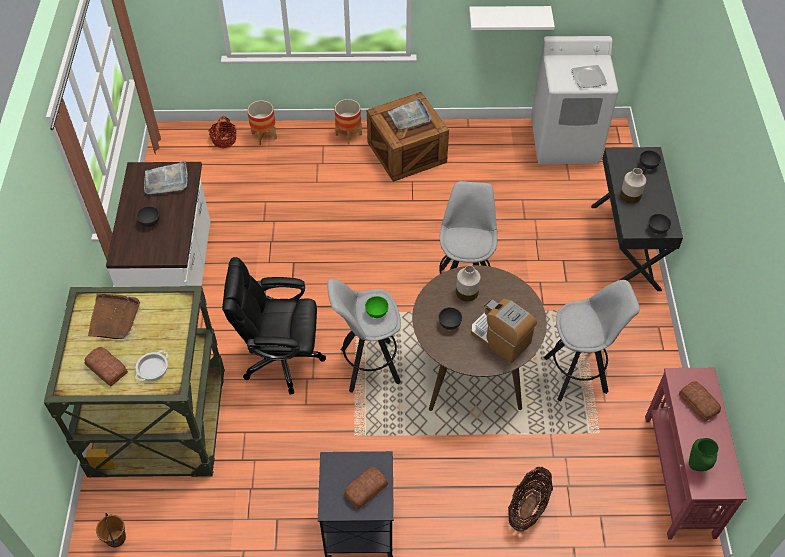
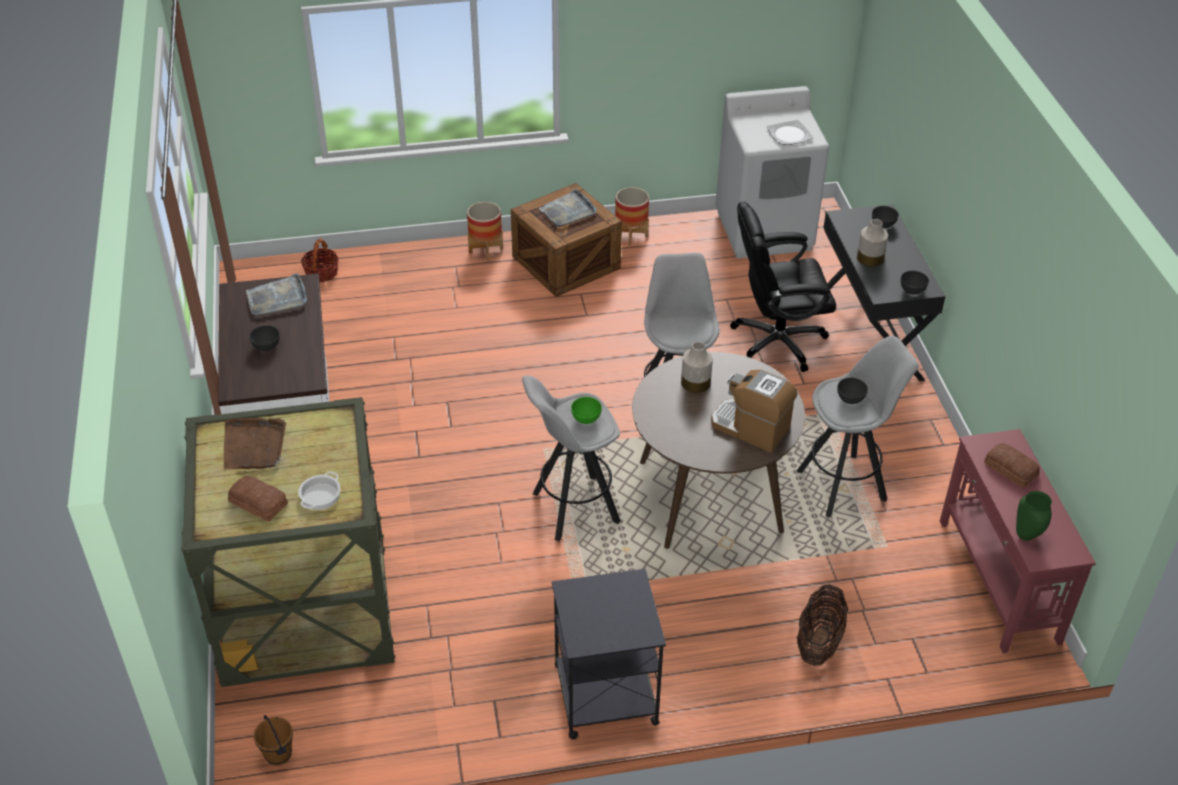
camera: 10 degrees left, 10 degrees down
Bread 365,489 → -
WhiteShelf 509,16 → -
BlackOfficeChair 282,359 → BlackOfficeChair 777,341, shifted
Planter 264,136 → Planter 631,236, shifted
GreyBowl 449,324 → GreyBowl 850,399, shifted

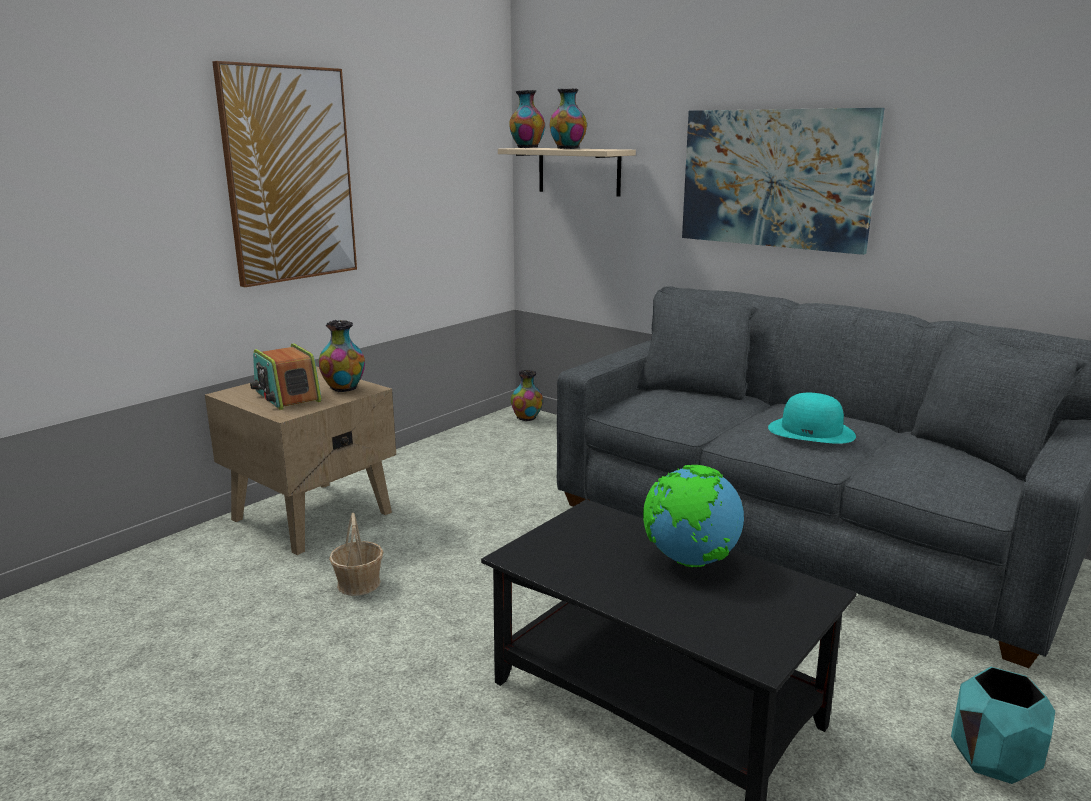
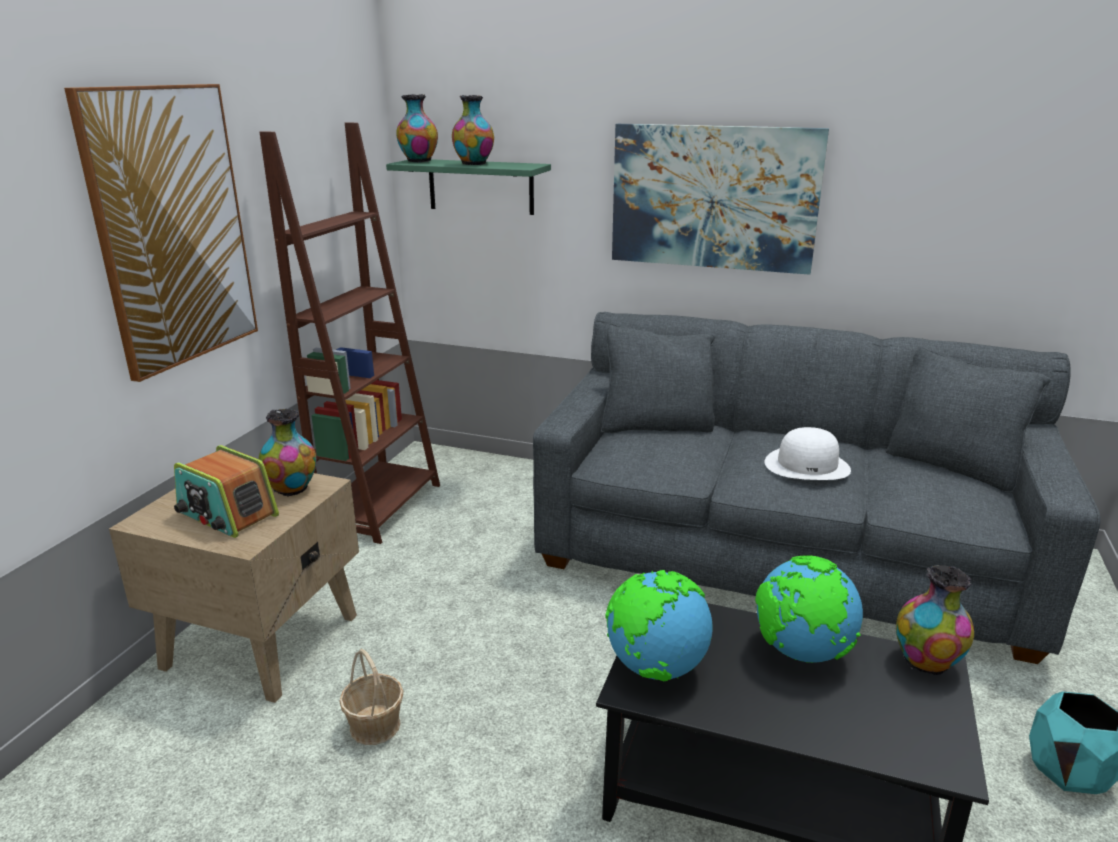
camera: 20 degrees left, 5 degrees up
- → BrownBookcase 380,506
- → Globe 655,668
Vase 527,418 → Vase 927,663, shifted
BeigeShelf 579,171 → GreenShelf 480,186
TurquoiseHat 811,431 → WhiteHat 807,465

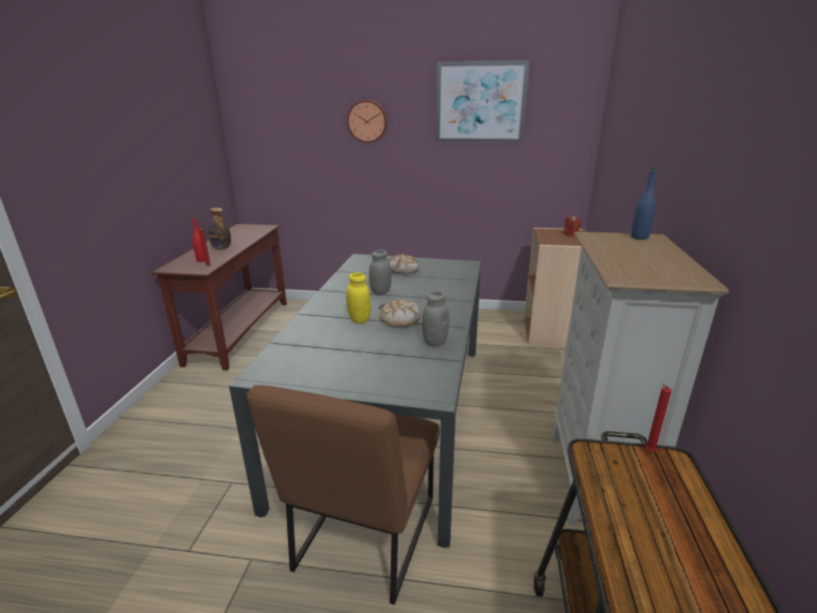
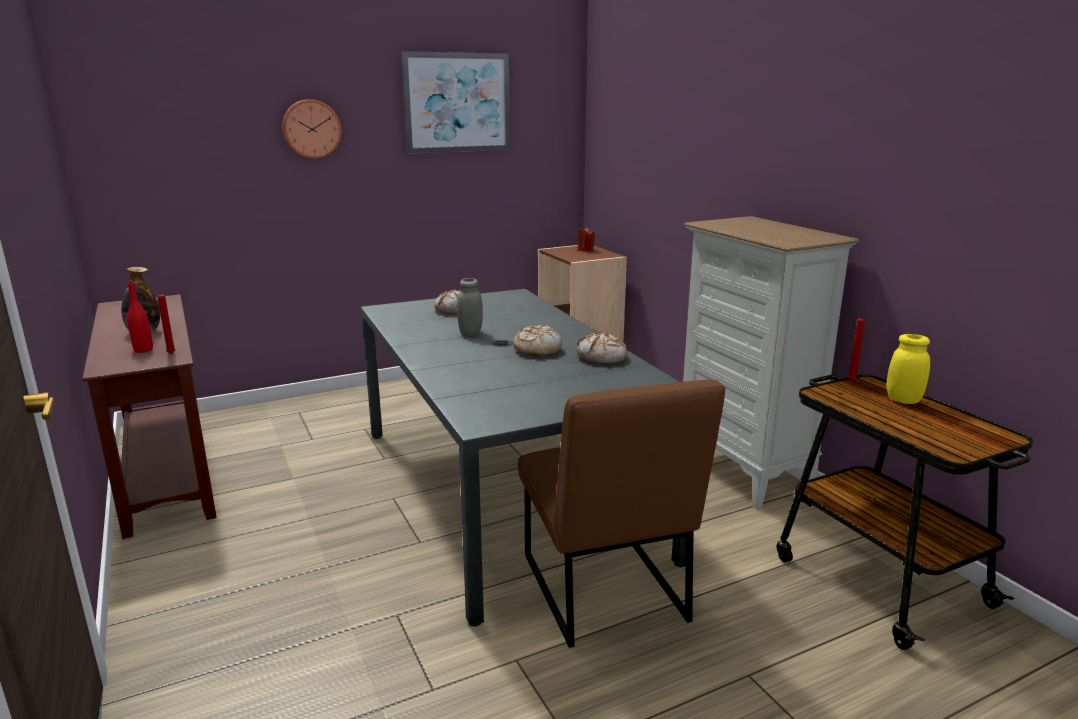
camera: 35 degrees left, 5 degrees down
BlueBottle 639,237 → -
YellowJar 359,320 → YellowJar 903,400, shifted
GreyJar 435,342 → Bread 602,357

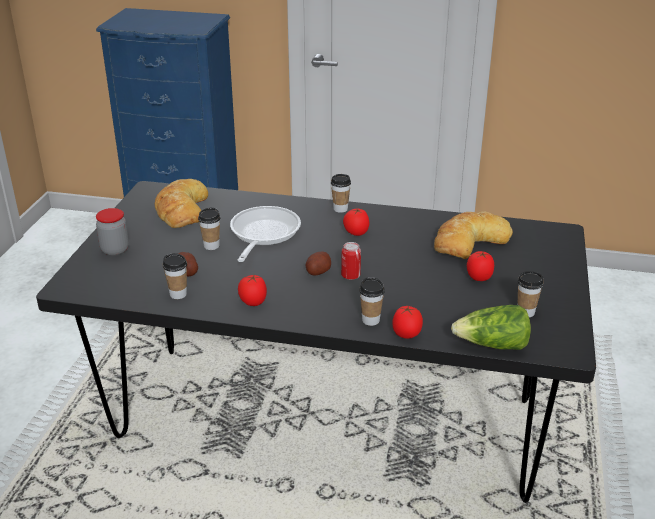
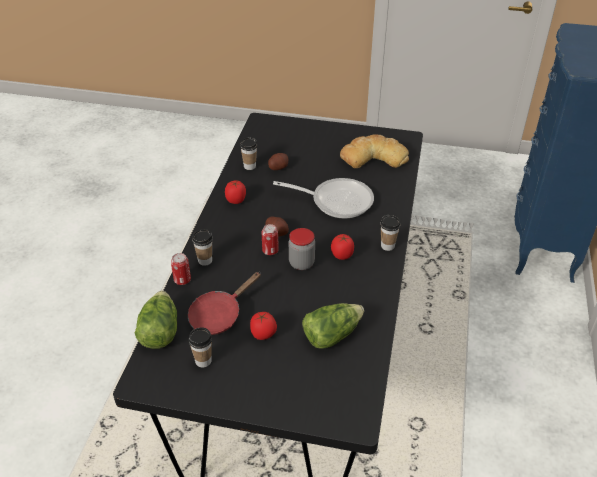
camera: 90 degrees right, 10 degrees up
Cup 211,246 → -
- → RedFryingPan 219,315
Jar 115,250 → Jar 301,263, shifted
Tomato 406,335 → Can 182,280
Bread 469,241 → Lettuce 331,334

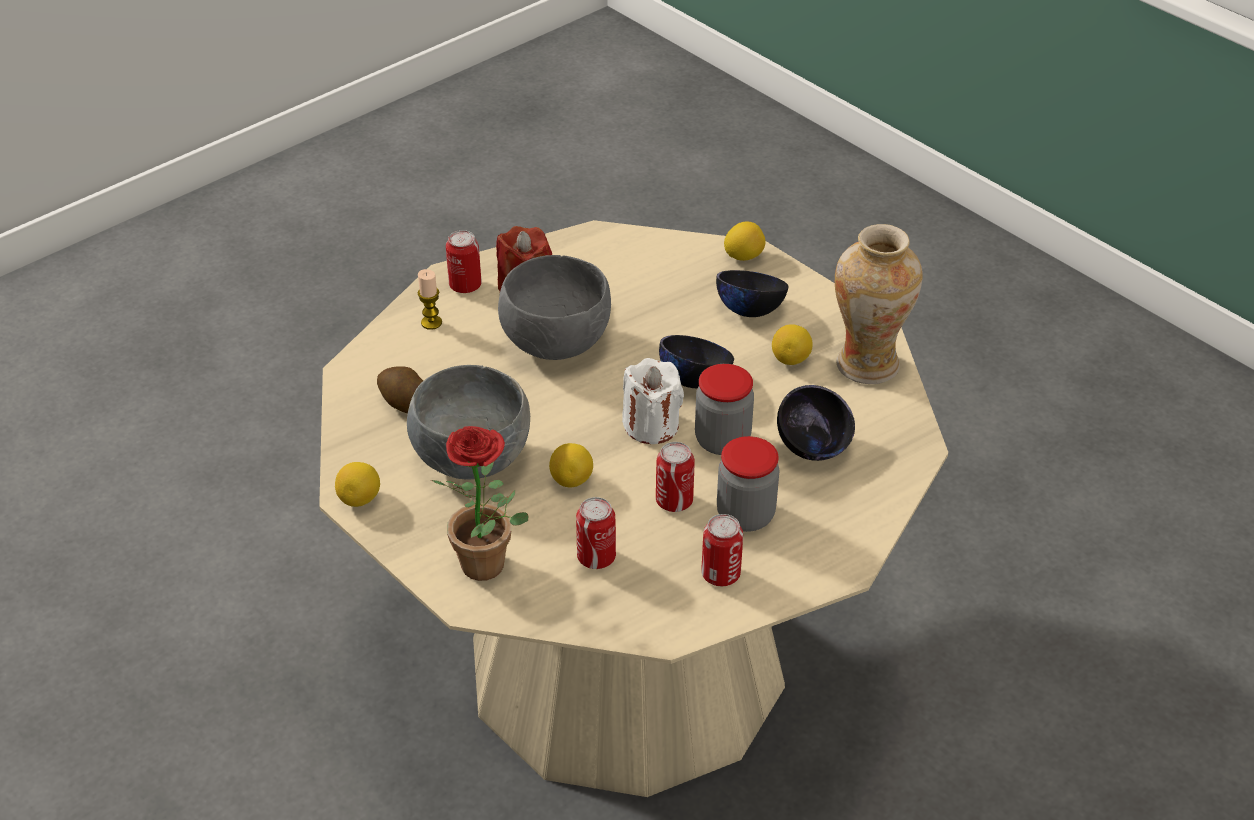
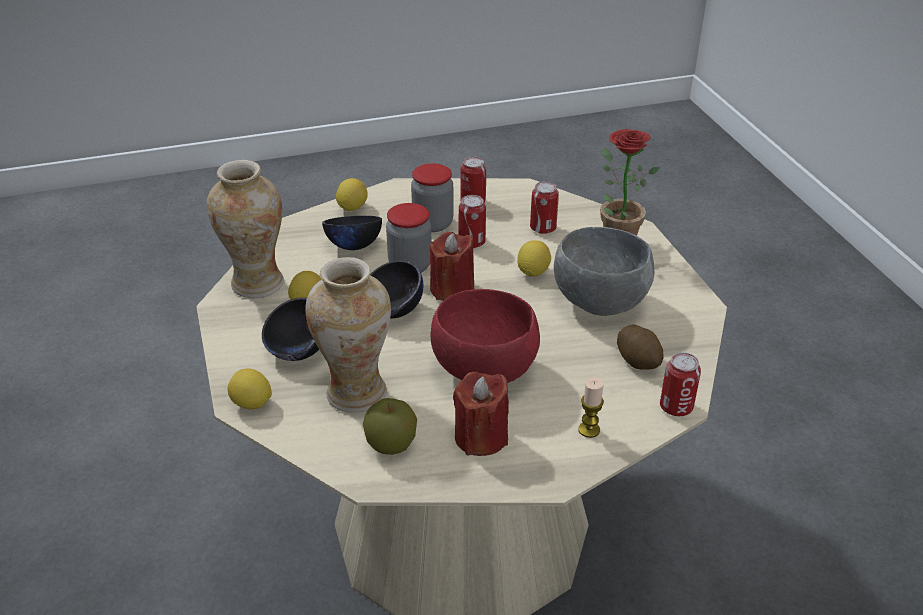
camera: 155 degrees left, 5 degrees down
- → Vase 356,392
- → Apple 391,445
Lemon 360,499 → Lemon 352,207, shifted
Can 465,285 → Can 676,407, shifted
GreyBowl 555,344 → RedBowl 485,373
WhiteCandle 651,425 → RedCandle 452,289

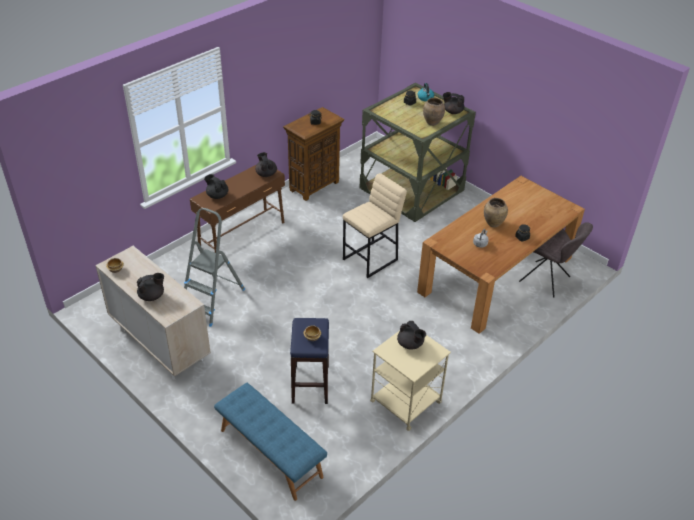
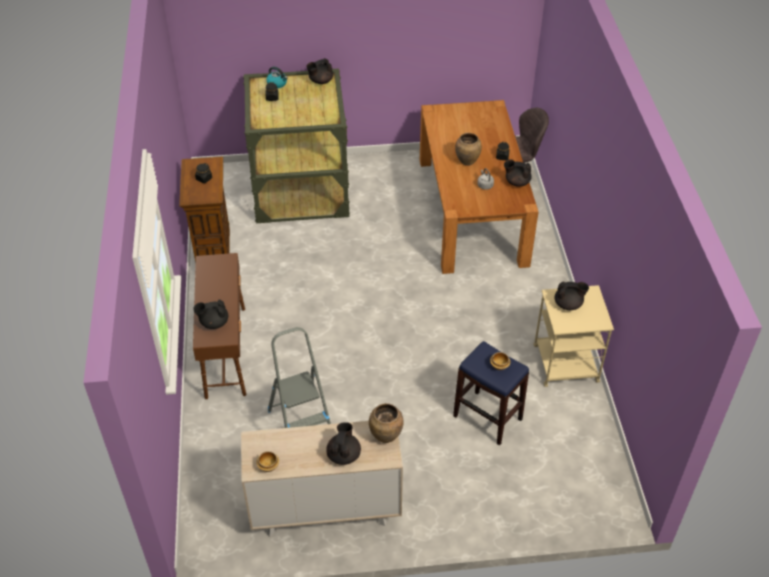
camera: 50 degrees left, 5 degrees up
BlueBench 270,453 → -
BeigeStool 371,259 → -
BlackTeapot 266,174 → BlackTeapot 517,182, shifted
BrownVase 432,122 → BrownVase 385,436, shifted

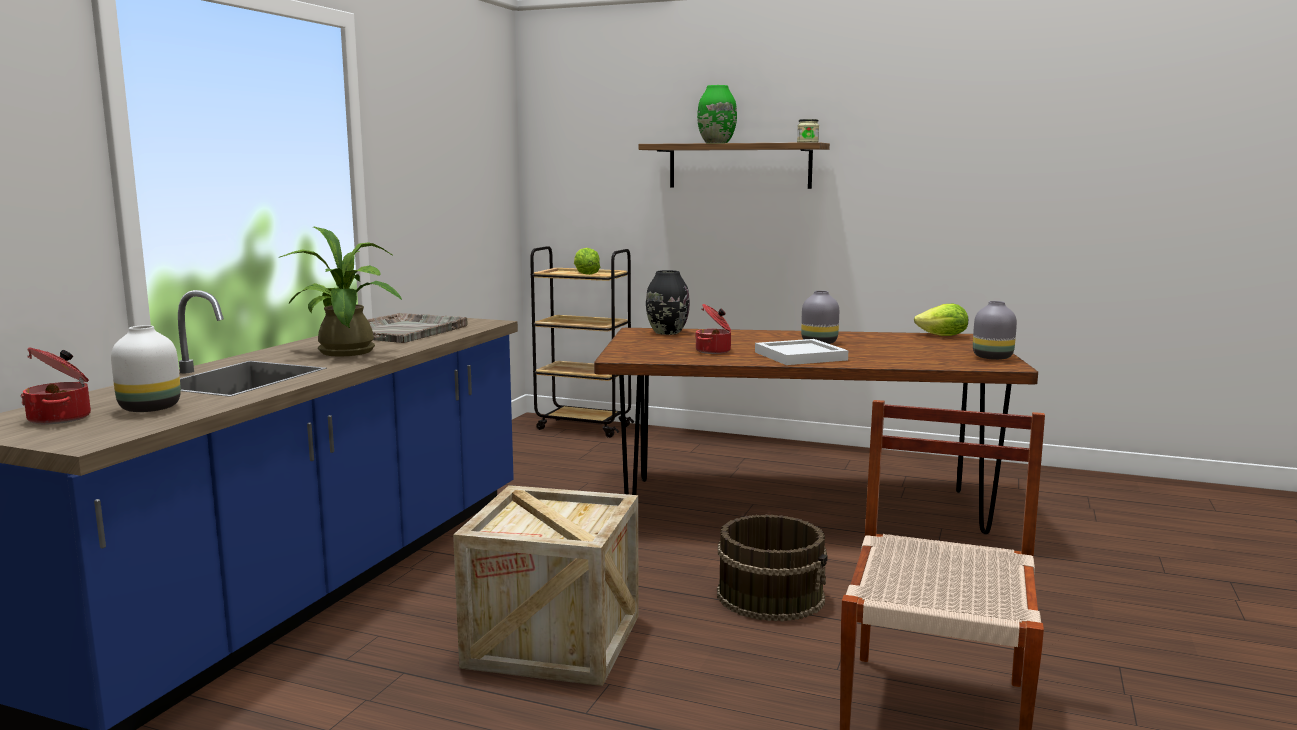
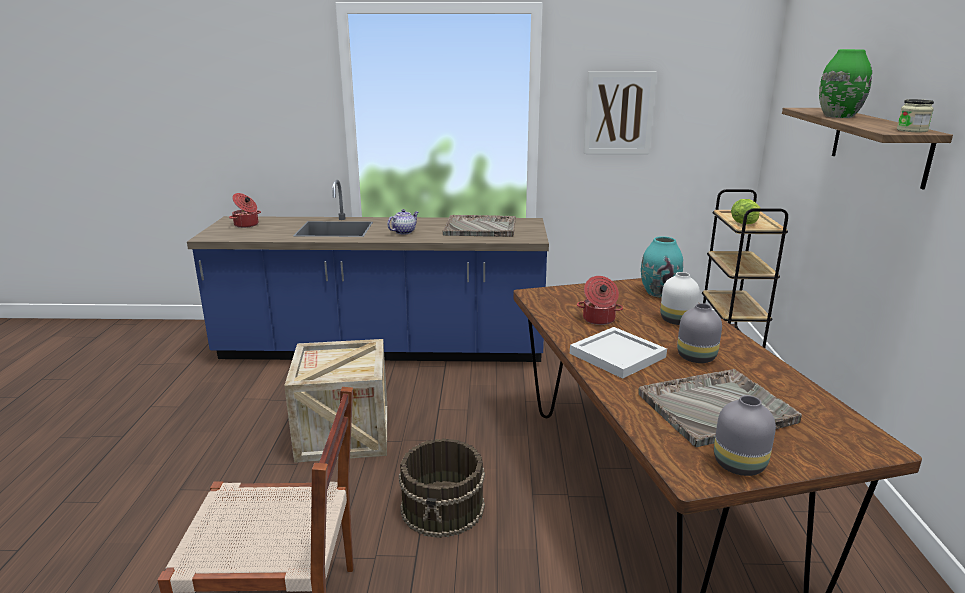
camera: 70 degrees right, 10 degrees up
Lettuce 943,336 → -
- → Picture 618,113
- → GreyTray 717,408
WhiteVase 152,408 → WhiteVase 678,321, shifted
PottedPlant 348,353 → Teapot 403,232
BlackVase 667,332 → TurquoiseVase 659,293

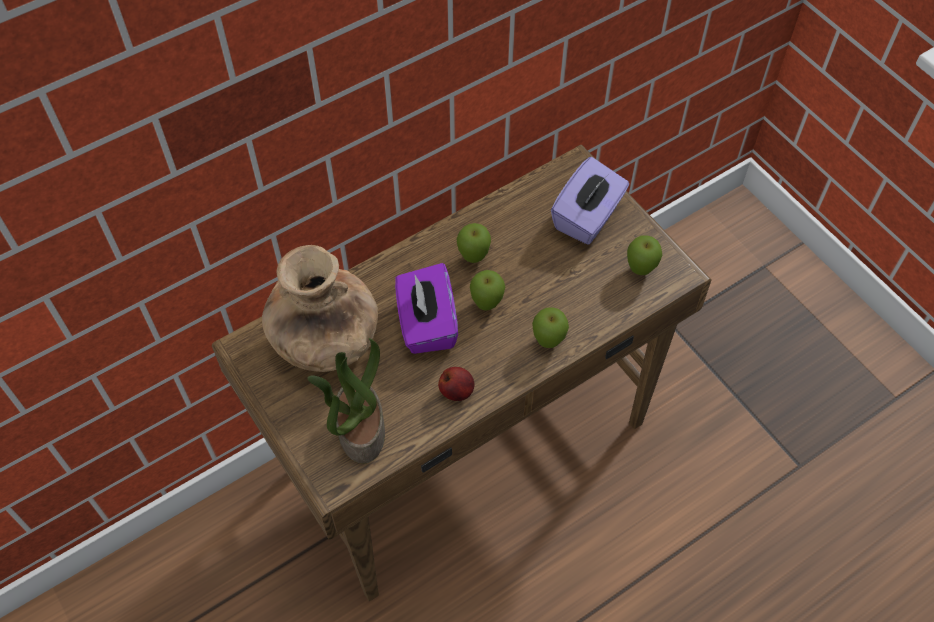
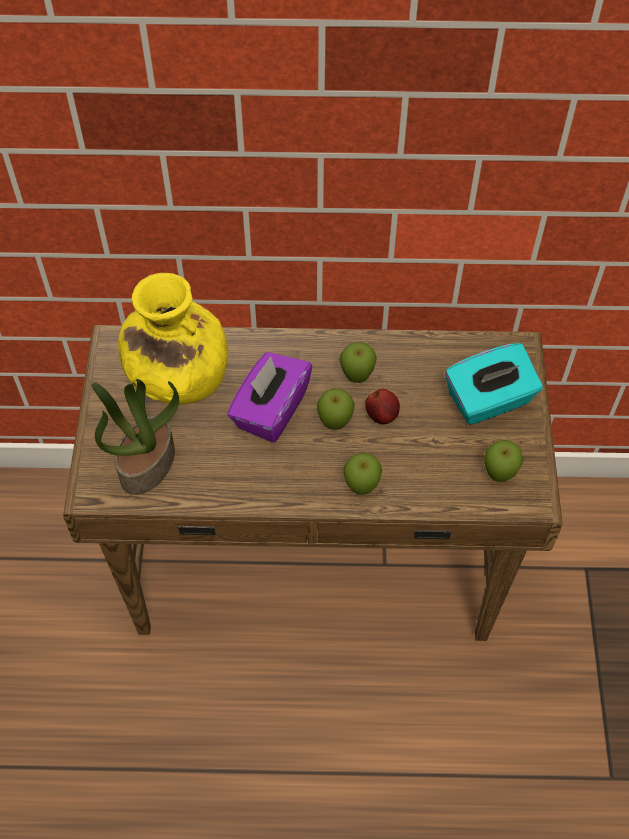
camera: 35 degrees right, 0 degrees up
Apple 456,391 → Apple 382,415, shifted
BrownVase 325,343 → YellowVase 176,377
PurpleTissueBox 587,217 → TurquoiseTissueBox 489,400

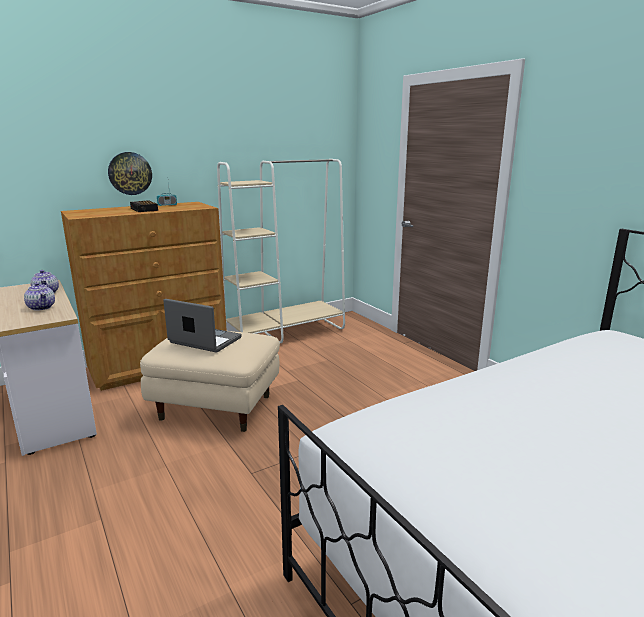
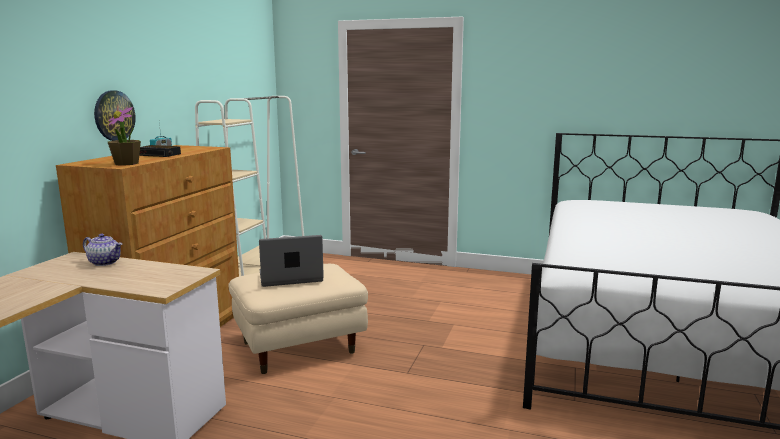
camera: 40 degrees left, 5 degrees down
Teapot 42,307 → -
- → PottedPlant 126,163

